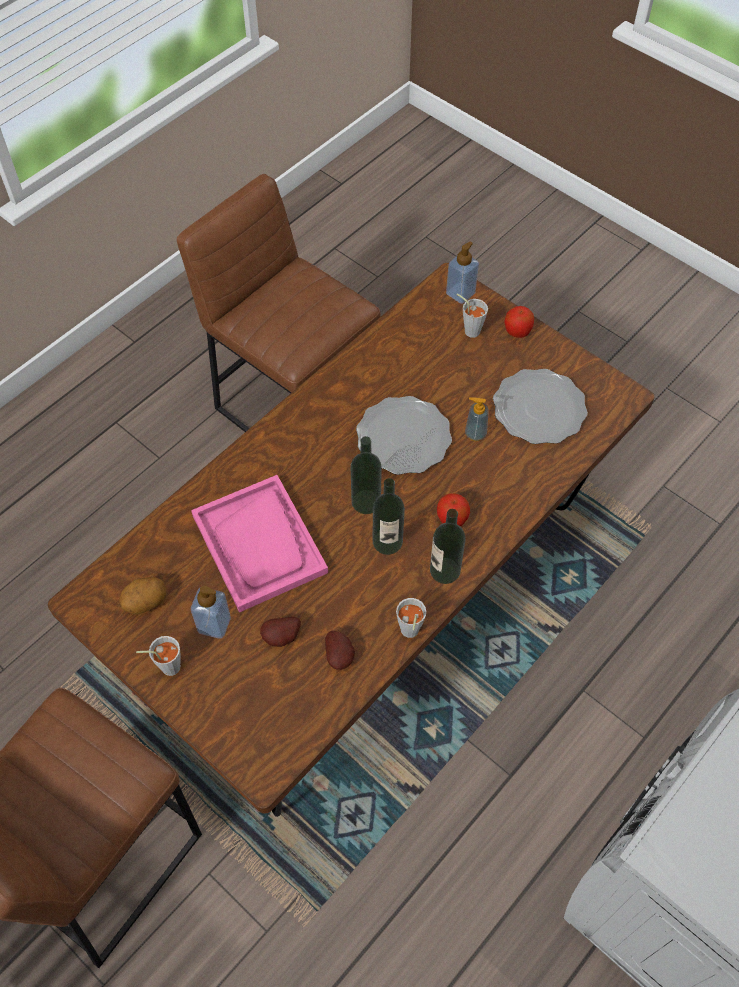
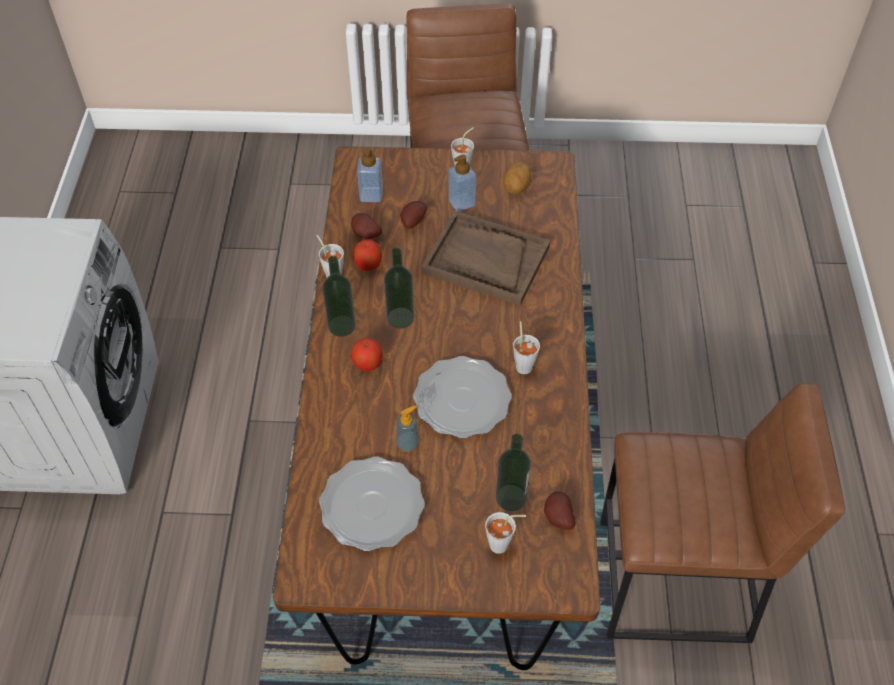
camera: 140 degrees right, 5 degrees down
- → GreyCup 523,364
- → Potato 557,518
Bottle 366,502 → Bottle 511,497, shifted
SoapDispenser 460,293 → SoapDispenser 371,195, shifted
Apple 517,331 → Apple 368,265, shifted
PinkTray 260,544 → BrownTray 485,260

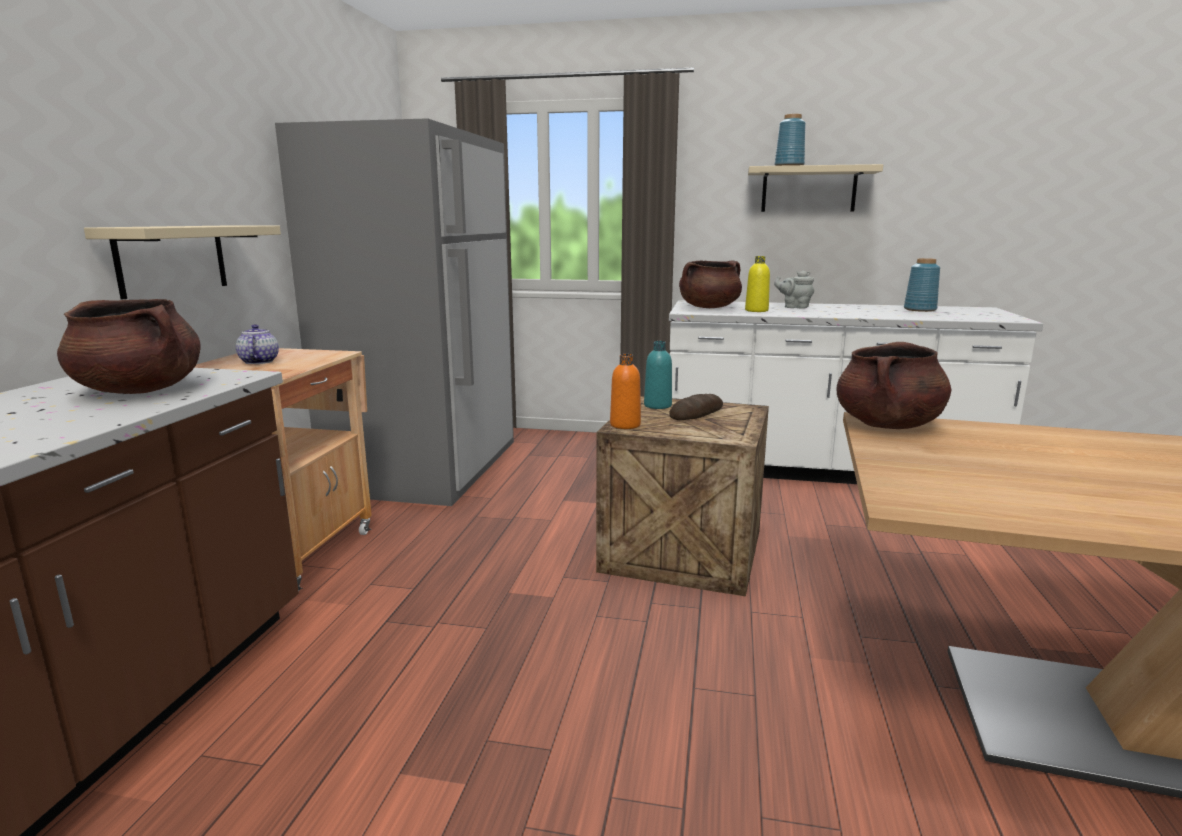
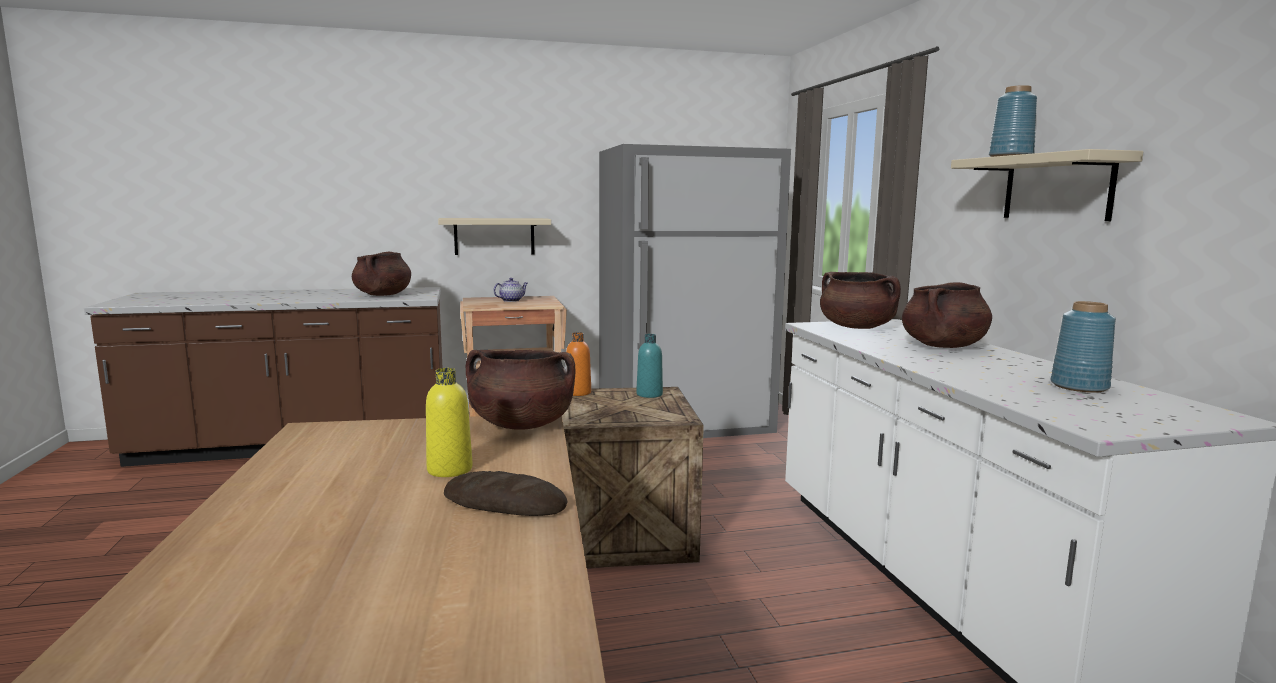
camera: 65 degrees right, 5 degrees down
Bread 696,413 → Bread 504,503, shifted
YellowBottle 756,310 → YellowBottle 449,469, shifted
GreyTeapot 794,307 → BrownCookingPot 943,346

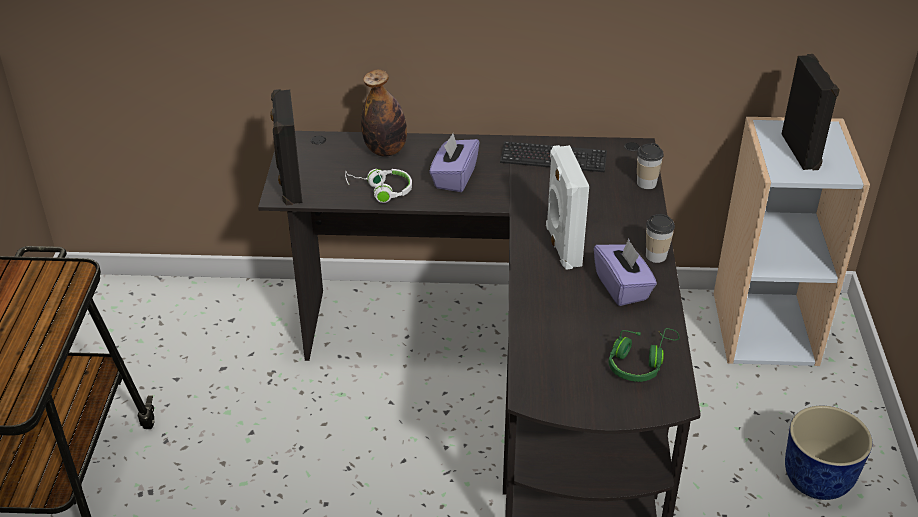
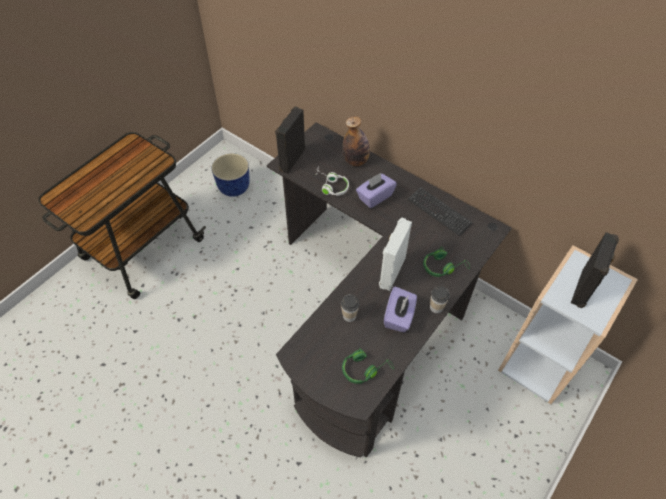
camera: 35 degrees right, 15 degrees up
- → GreenHeadphones 443,266
Cup 646,183 → Cup 349,316, shifted
Planter 818,481 → Planter 234,188, shifted

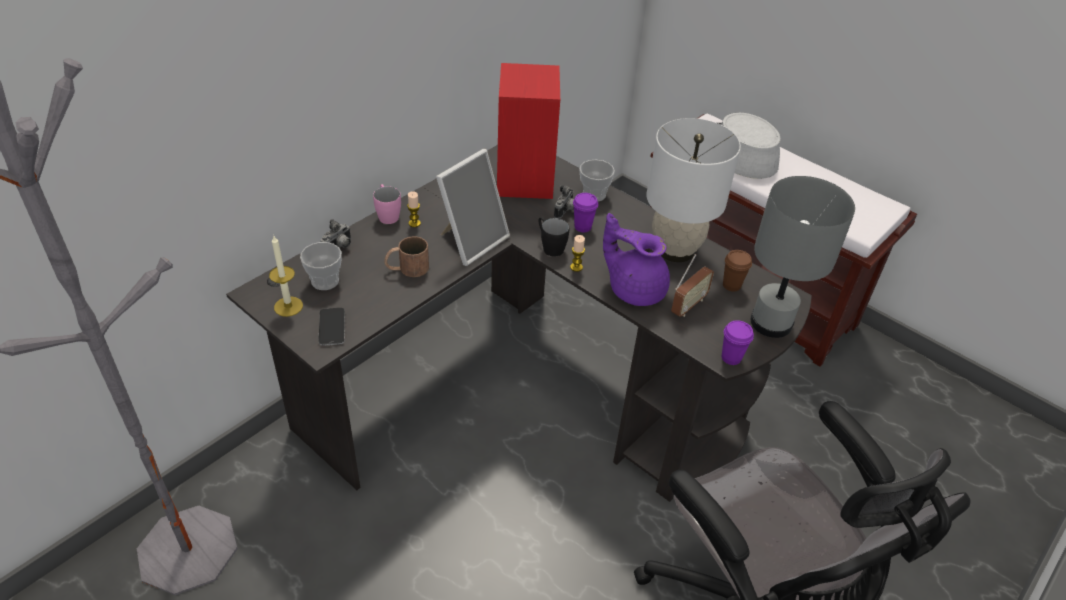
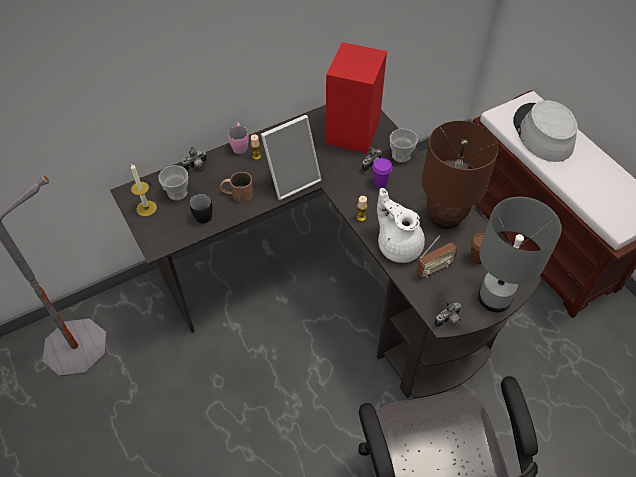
camera: 20 degrees right, 10 degrees up
Phone 332,327 → -
BlackMug 550,247 → BlackMug 202,214, shifted
PurpleCup 731,358 → PhotoCamera 448,321
PurpleTeapot 634,289 → WhiteTeapot 398,245
WhiteTableLamp 675,249 → BrownTableLamp 445,217

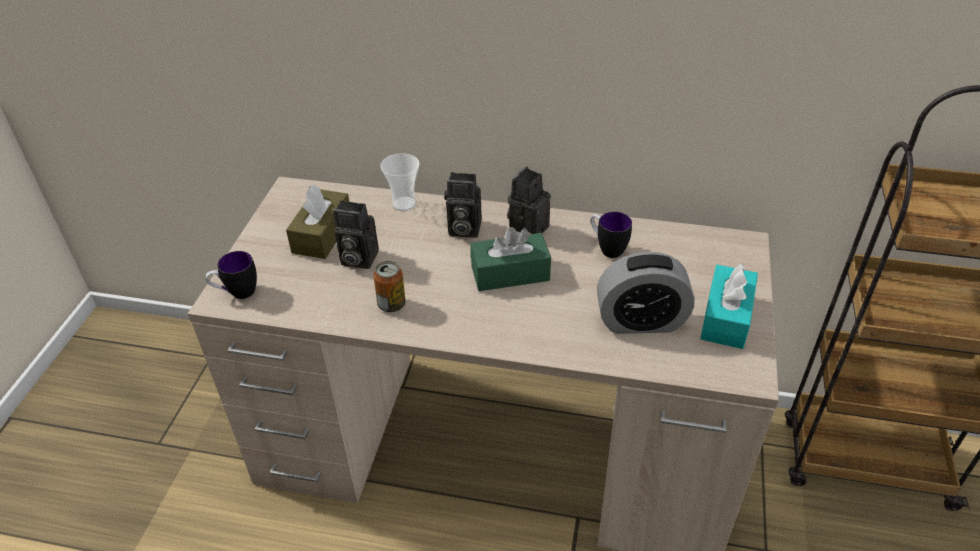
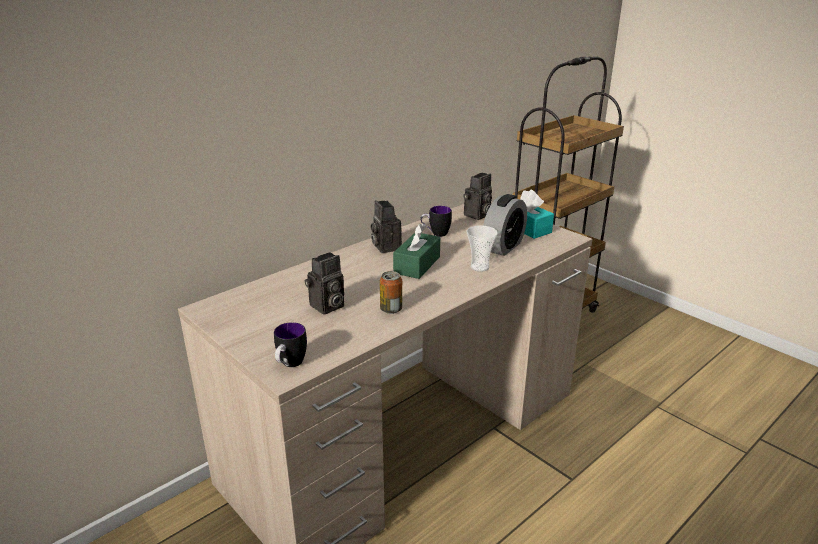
camera: 55 degrees left, 15 degrees down
BrownTissueBox 322,234 → -
Cup 404,204 → Cup 479,267, shifted
PhotoCamera 462,229 → PhotoCamera 477,215, shifted

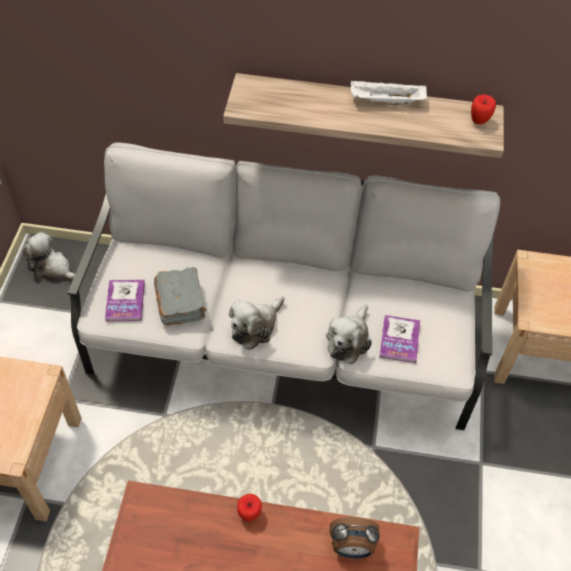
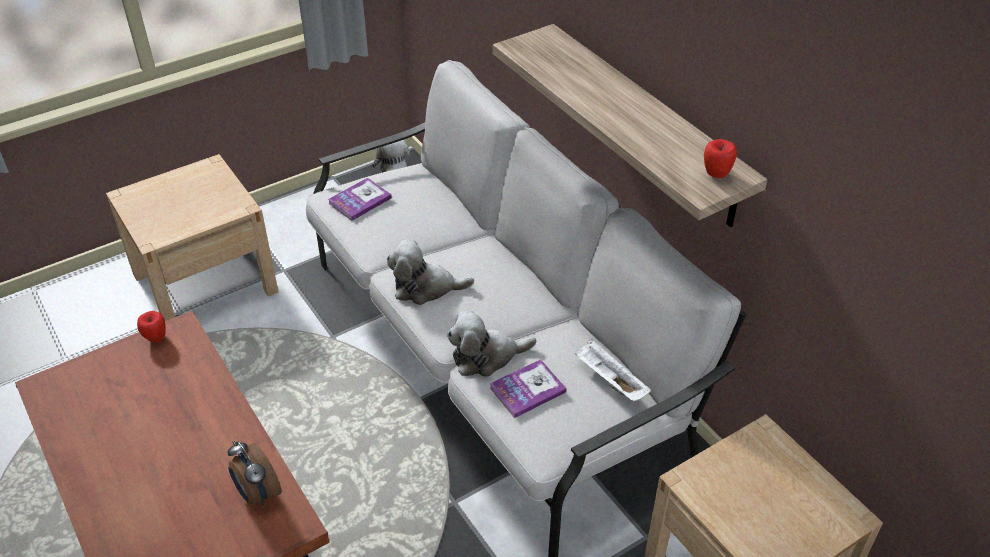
camera: 50 degrees right, 10 degrees down
GreyBook 181,302 → -
Apple 249,514 → Apple 156,338, shifted
WhiteTray 385,102 → WhiteTray 609,380, shifted

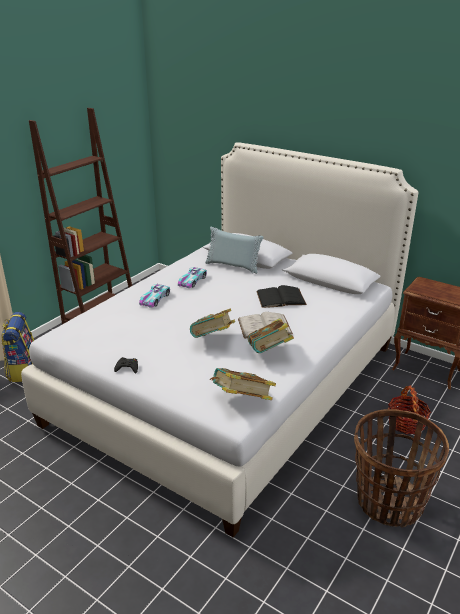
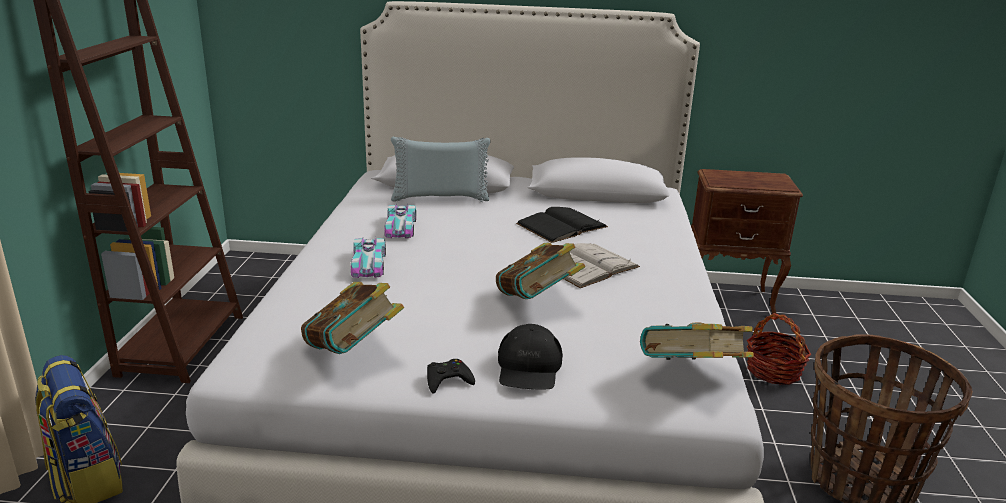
camera: 30 degrees left, 5 degrees down
- → BlackCap 529,367
Book 269,353 → Book 353,351, shifted

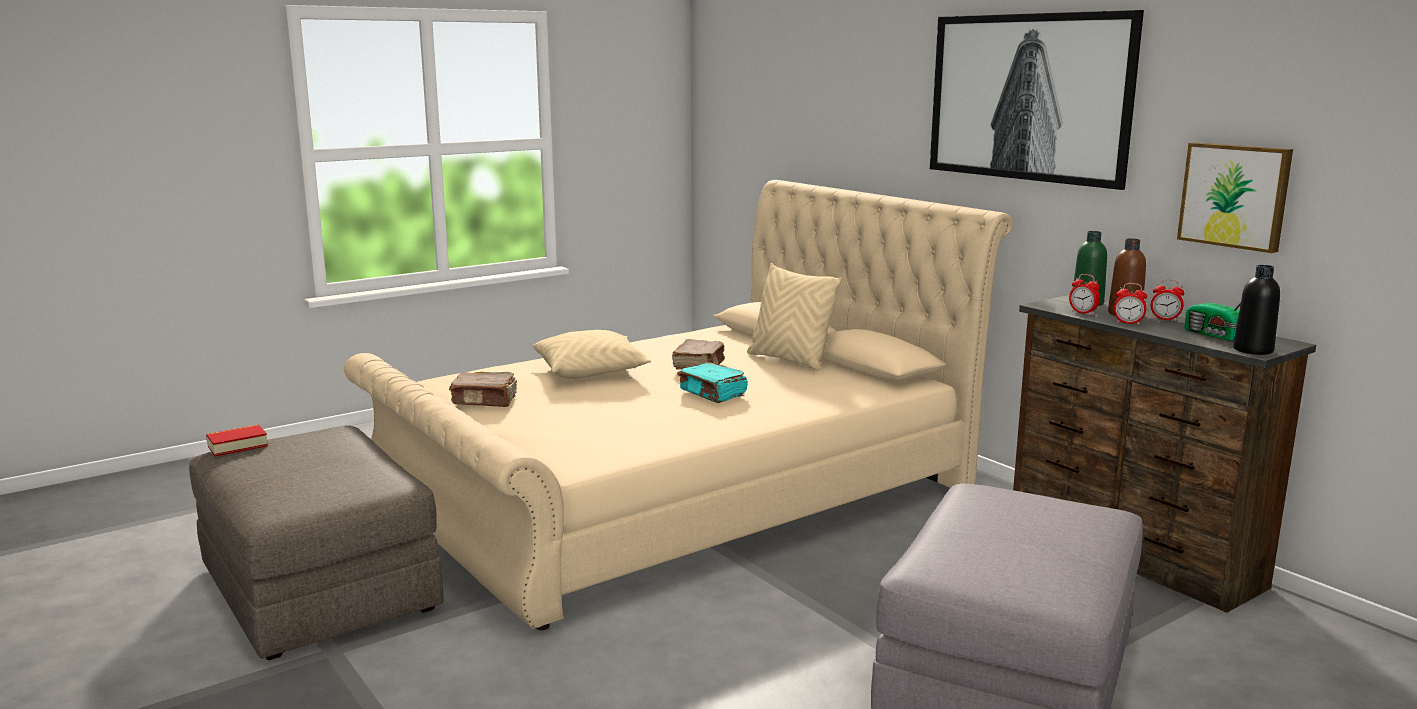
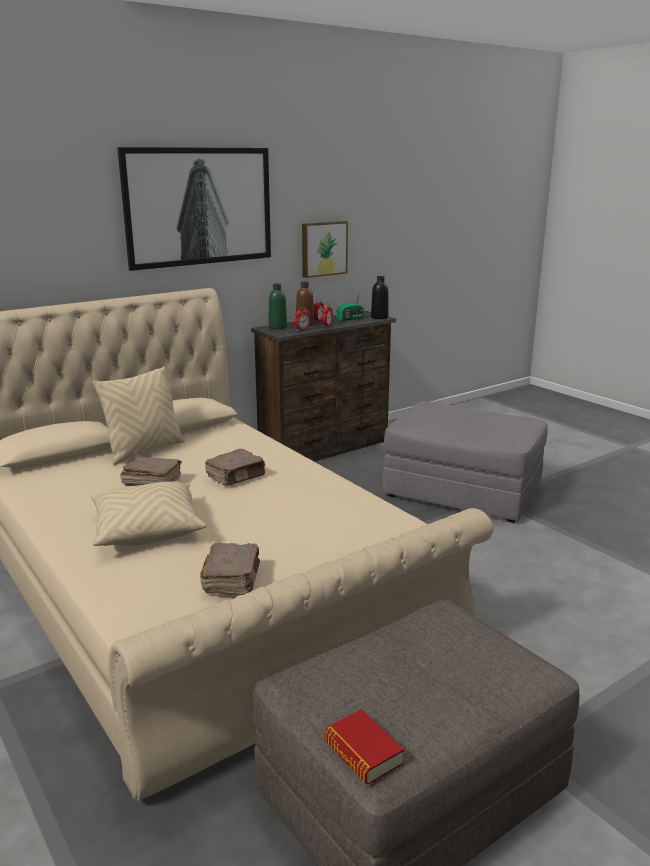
camera: 90 degrees left, 5 degrees up
TurquoiseBook 713,393 → BrownBook 236,476

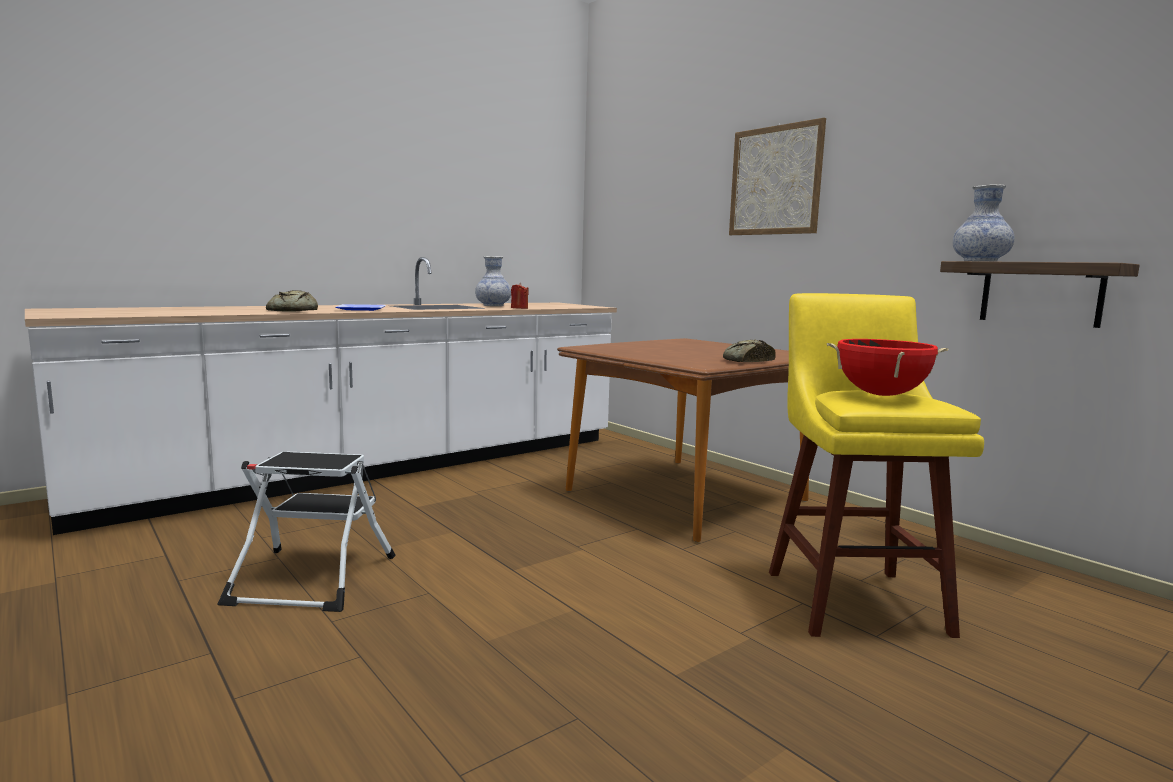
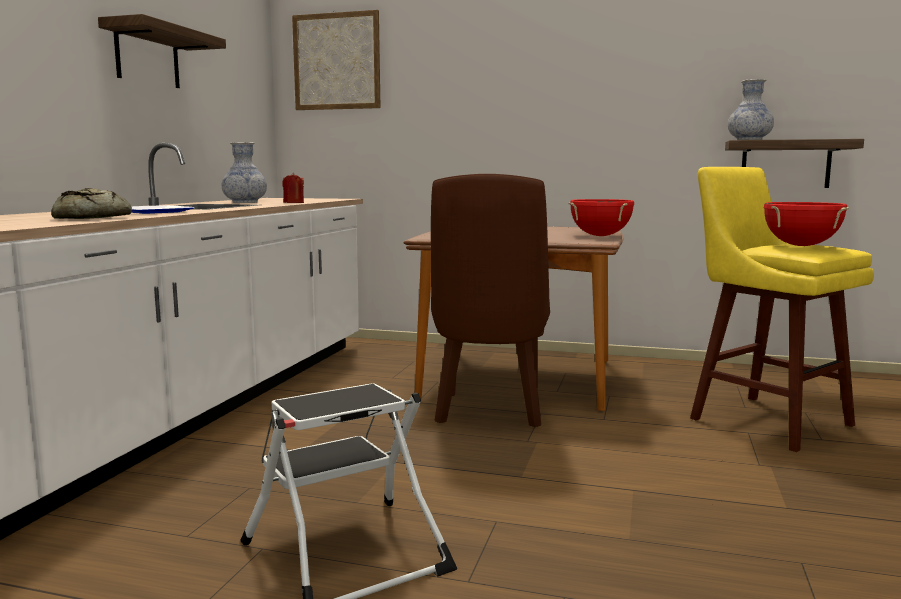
camera: 35 degrees left, 0 degrees up
- → Shelf 147,57
- → BrownChair 489,413
Picture 775,179 → Picture 336,60, shifted
Bread 746,361 → RedCookingPot 600,236

